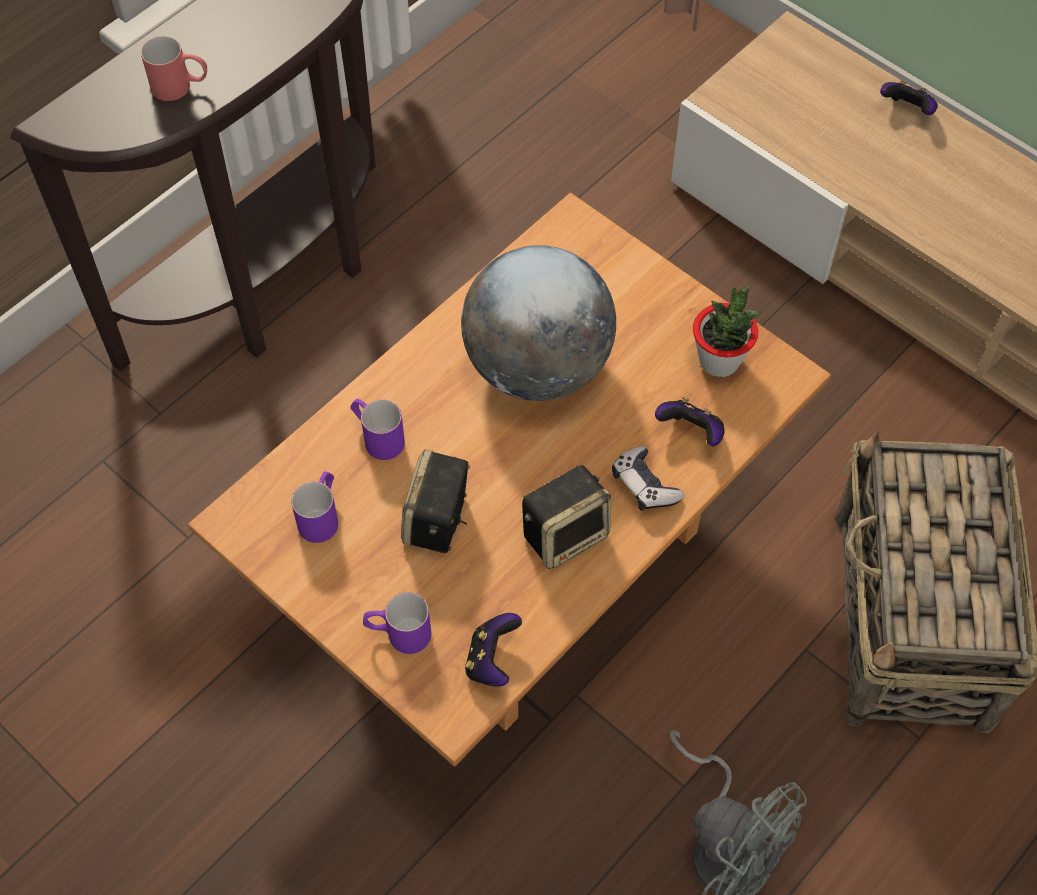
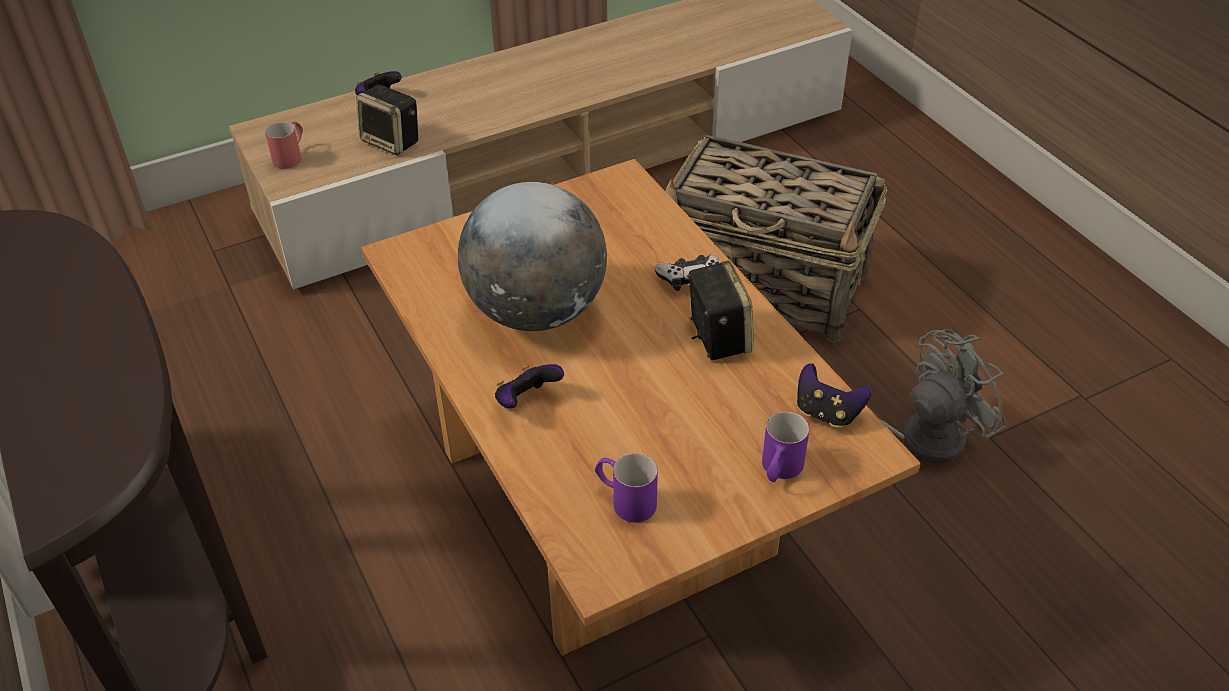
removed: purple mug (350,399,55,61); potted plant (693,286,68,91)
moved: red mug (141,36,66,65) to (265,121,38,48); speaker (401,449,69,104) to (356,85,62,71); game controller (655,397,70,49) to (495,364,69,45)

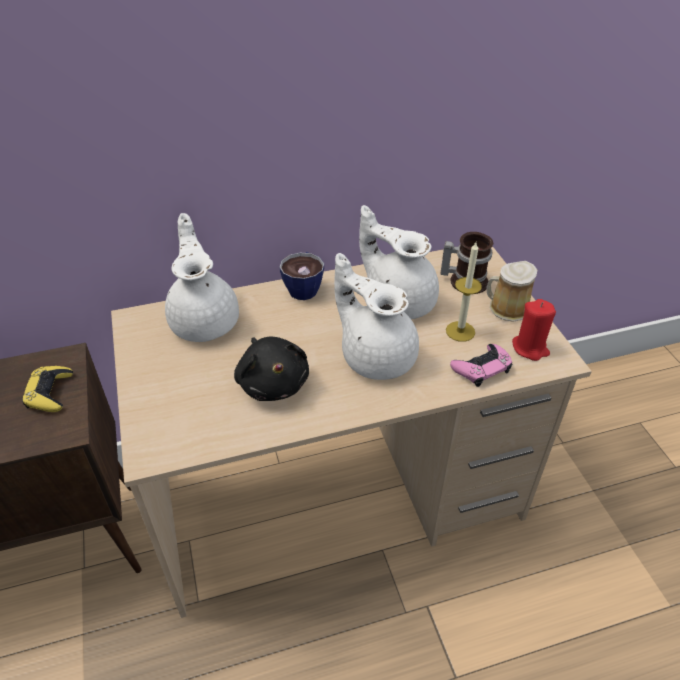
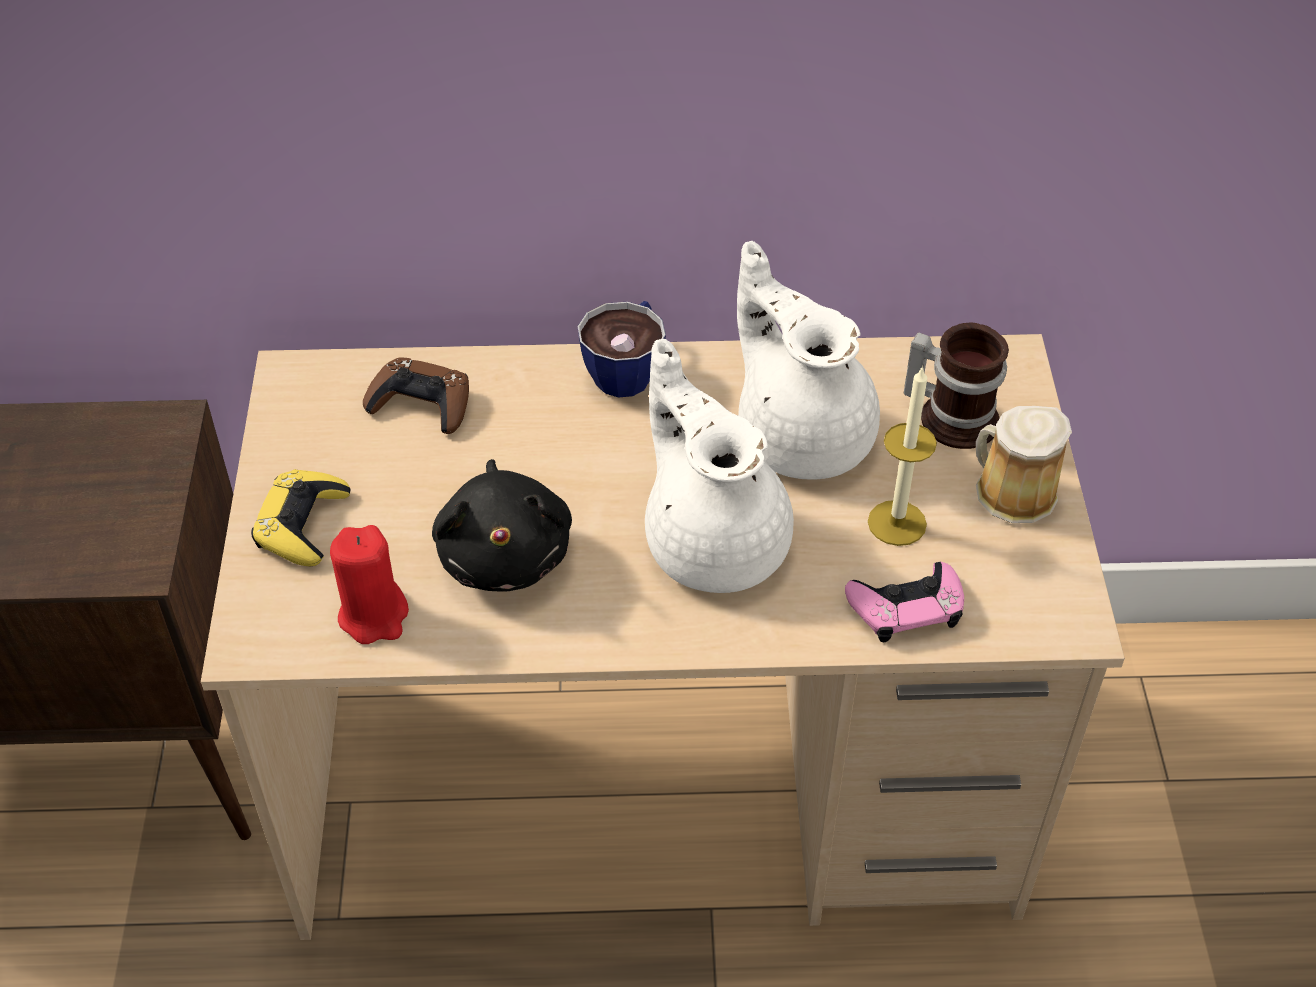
moved: yellow game controller (22,366,51,46) to (251,469,100,97); red candle (512,299,44,62) to (330,525,79,119)
replaced: white teapot (165,213,74,129) to brown game controller (363,357,106,77)

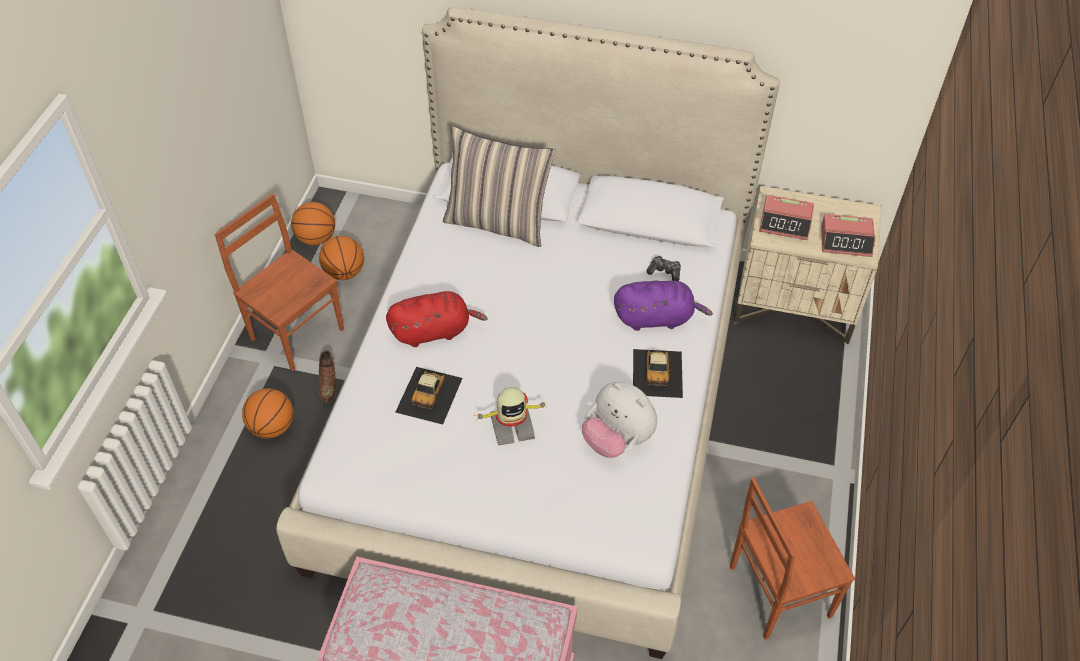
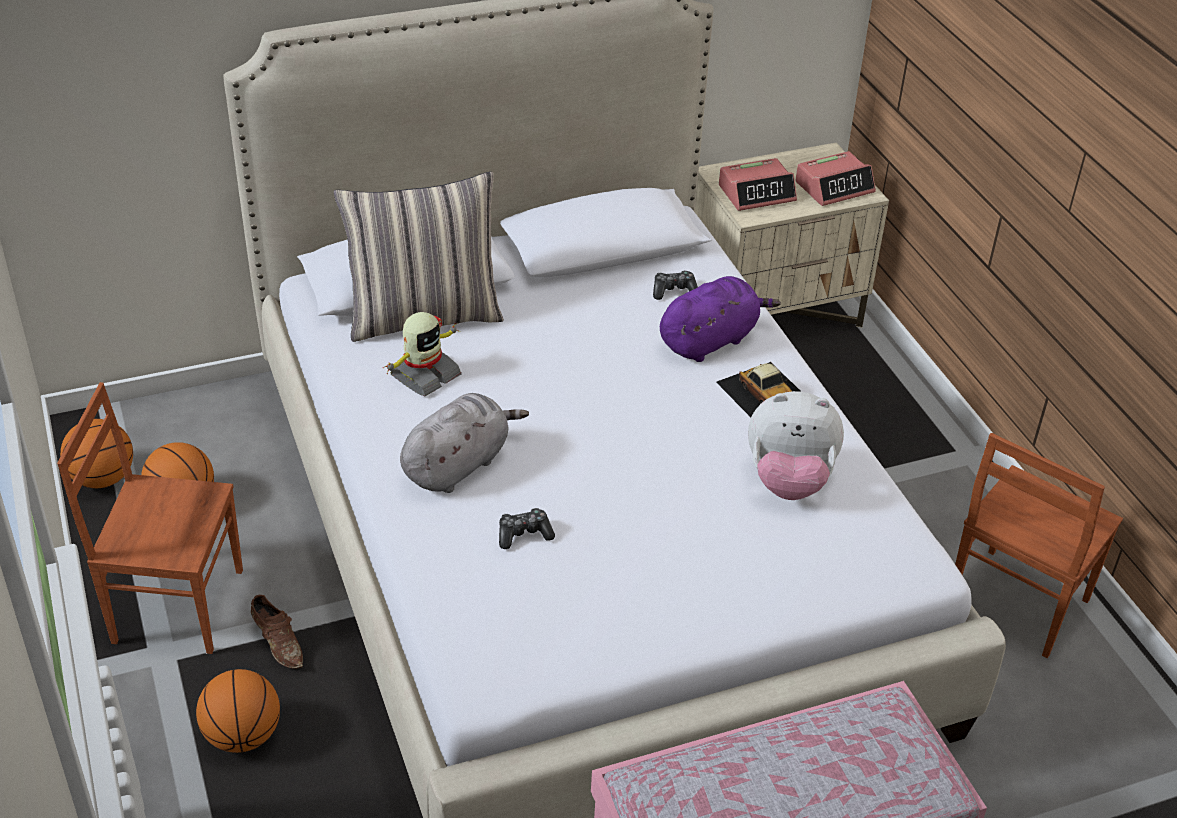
moved: toy robot (474,387,74,59) to (383,312,79,84)
replaced: toy car (395,367,68,58) to game controller (499,508,56,41)
recoloured: red plush toy (386,291,102,56) to grey plush toy (400,393,129,100)

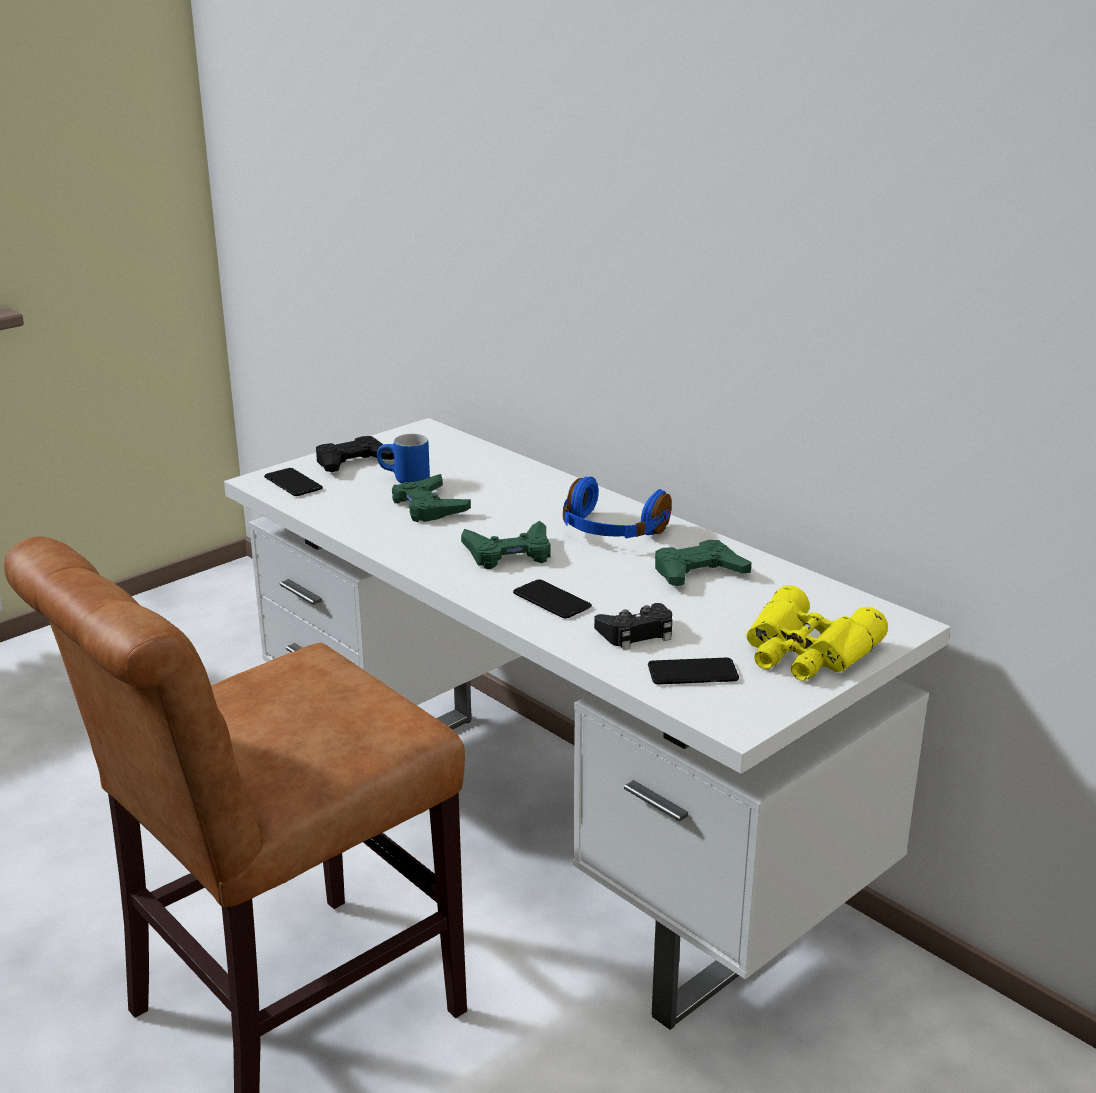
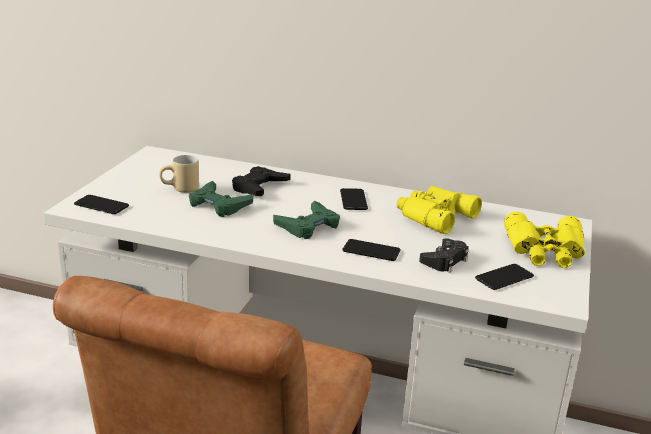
moved: black game controller (316,436,78,36) to (232,166,59,30)
replaced: blue headphones (563,476,109,62) to phone (340,188,28,22); green game controller (655,540,97,46) to yellow binoculars (397,186,85,48)
recoloured: blue mug (377,434,53,49) to beige mug (159,155,40,38)

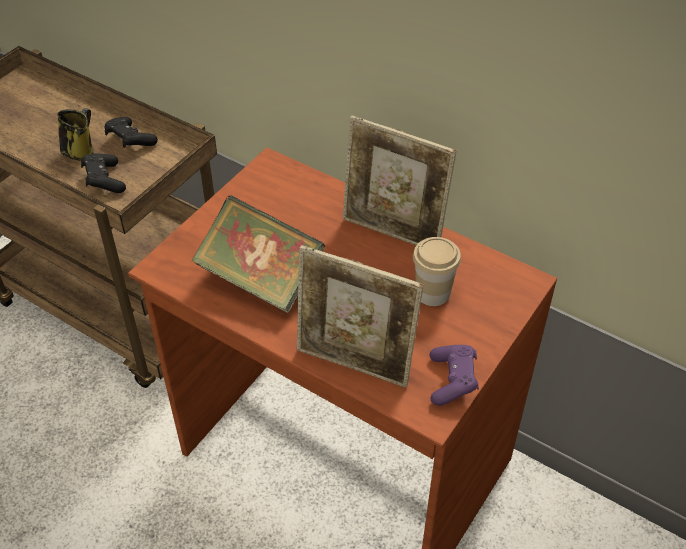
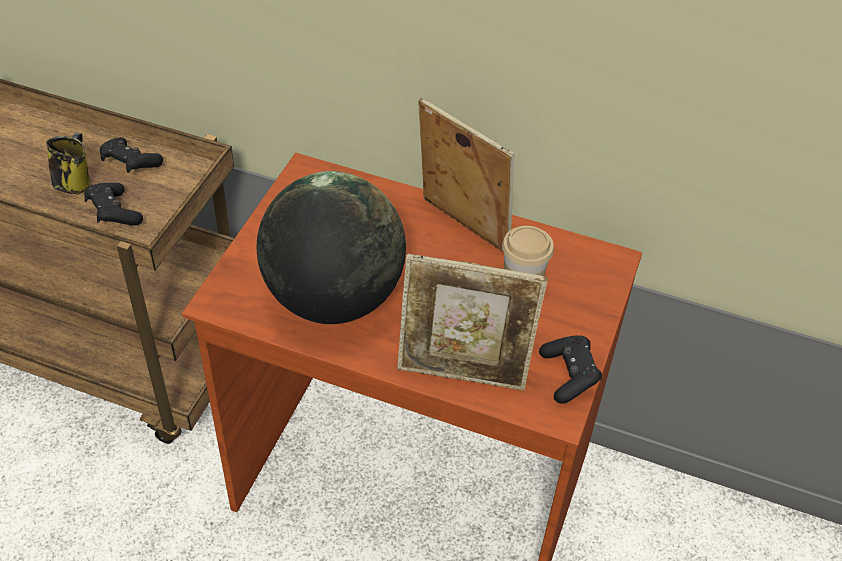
replaced: book (191,195,134,118) to globe (257,171,149,153)
recoloured: purple game controller (430,345,49,61) to black game controller (539,335,63,69)
turned: picture frame (343,115,114,130) = (418,98,96,155) 150 degrees counterclockwise

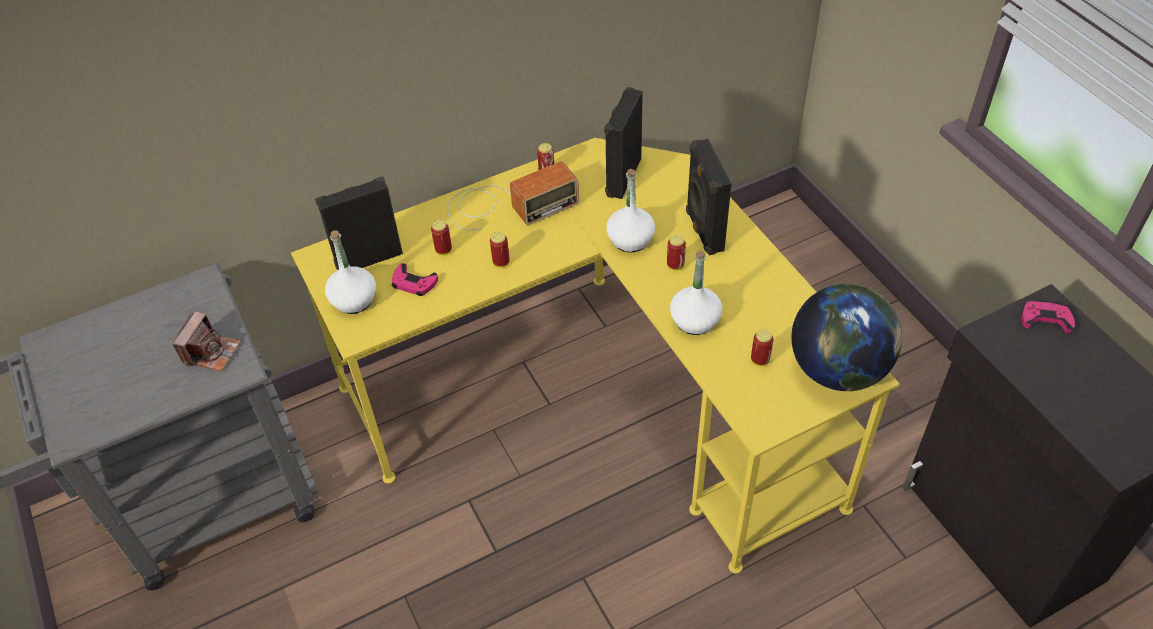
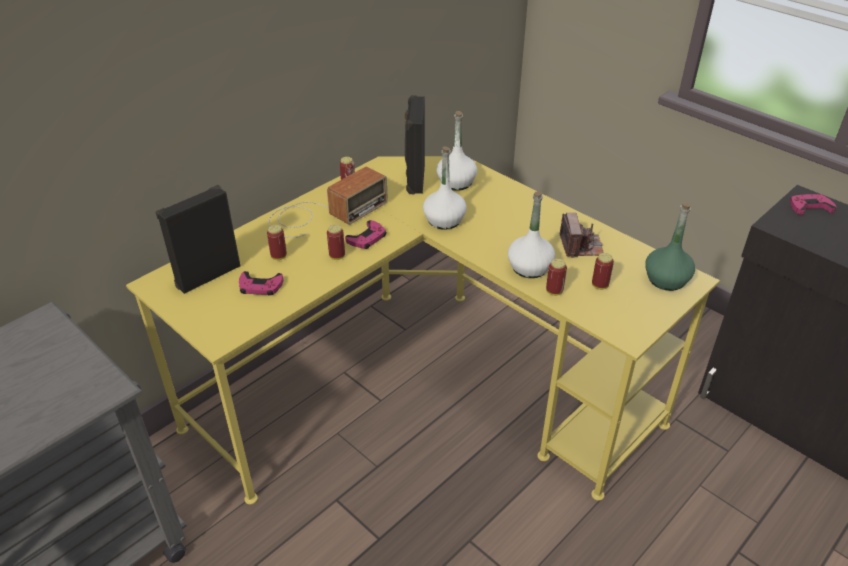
removed: black speaker (686,139,46,116)
added: pink game controller (345,220,41,29)
moved: photo camera (172,311,69,60) to (560,213,44,45); white bottle (325,230,51,84) to (437,111,40,80); can (667,235,19,36) to (546,259,21,37)
replaced: globe (791,284,111,107) to green bottle (645,202,50,89)

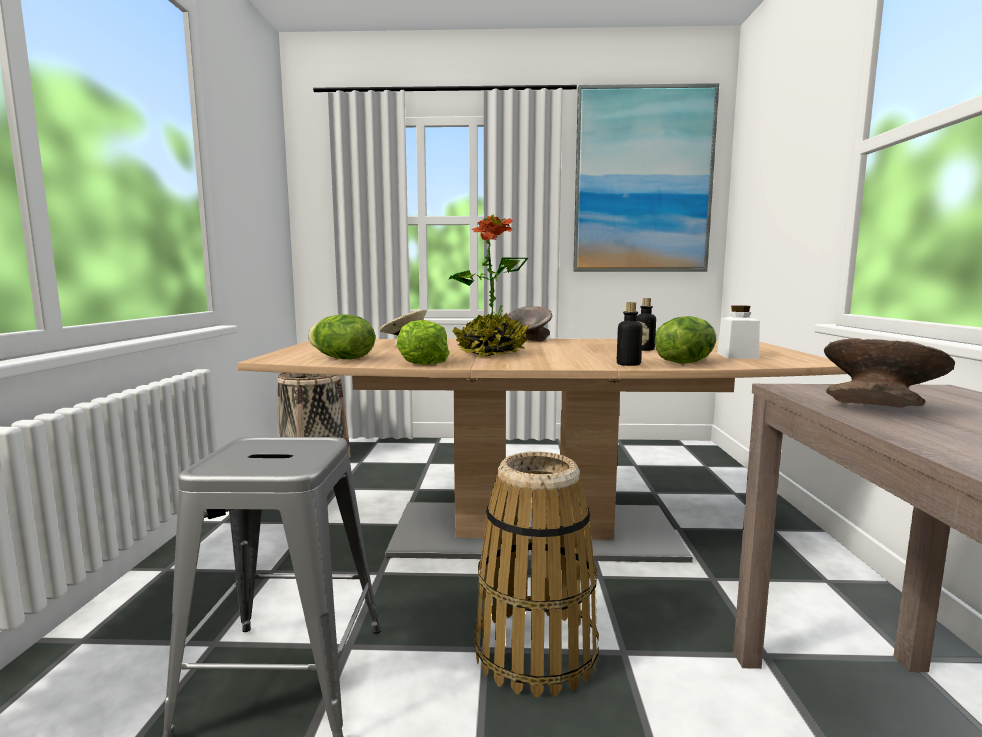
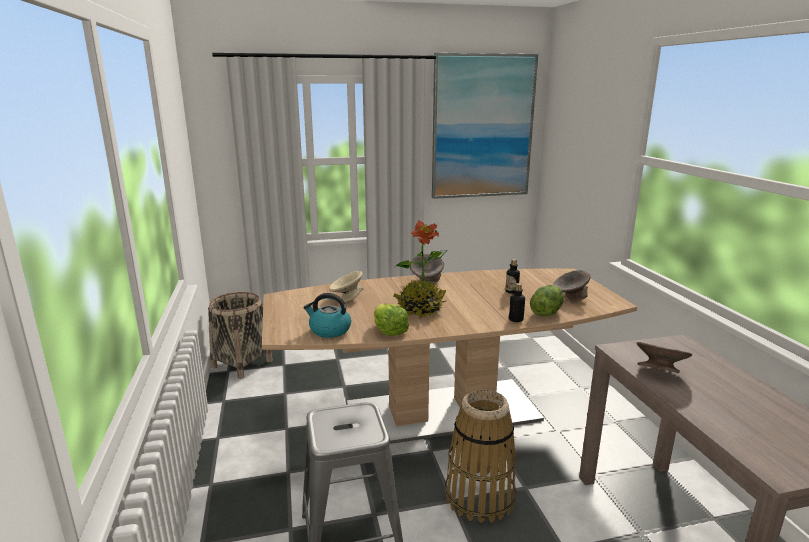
replaced: lettuce (308,314,67,45) to kettle (303,293,48,45); white jar (717,305,43,54) to grey bowl (553,270,38,32)

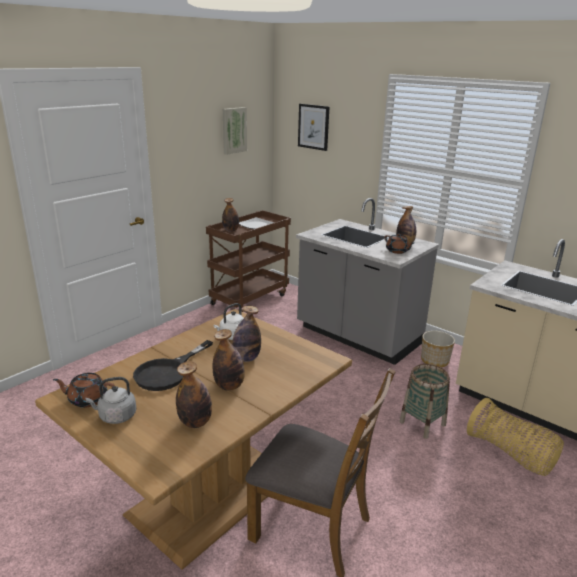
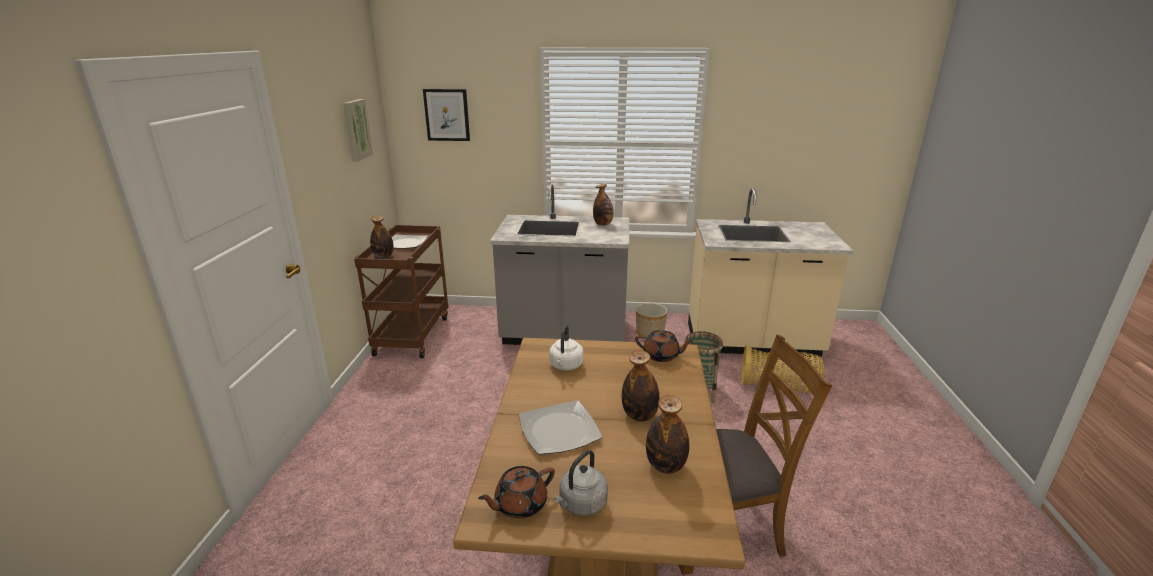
removed: bottle (232,306,29,56)
moved: brown teapot (385,234,29,20) to (635,330,59,32)
replaced: black frying pan (133,340,80,51) to plate (519,400,83,55)

